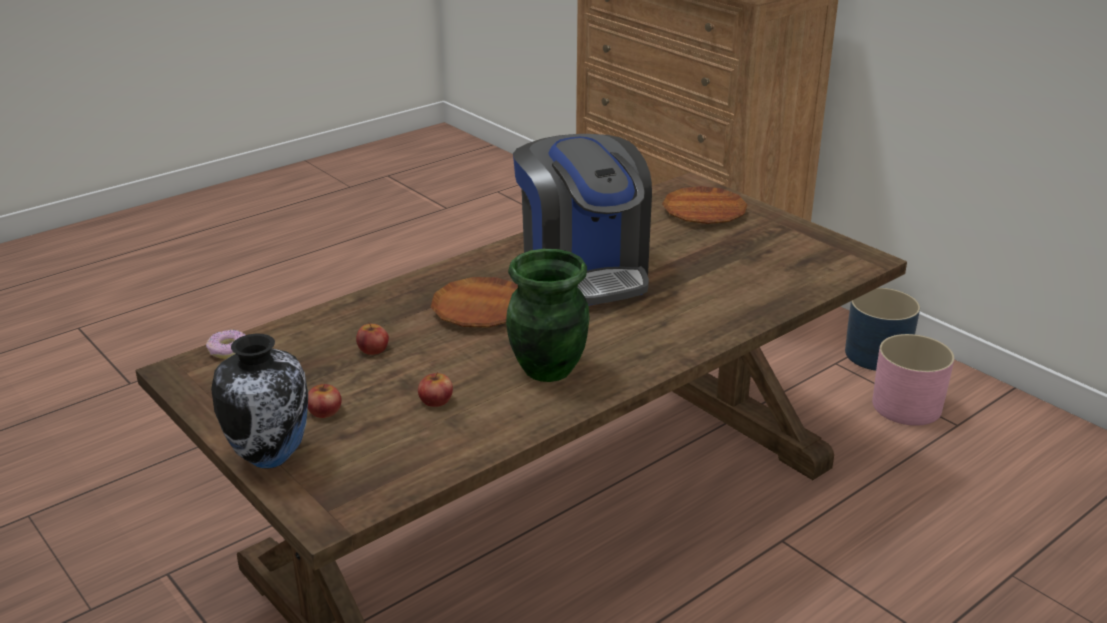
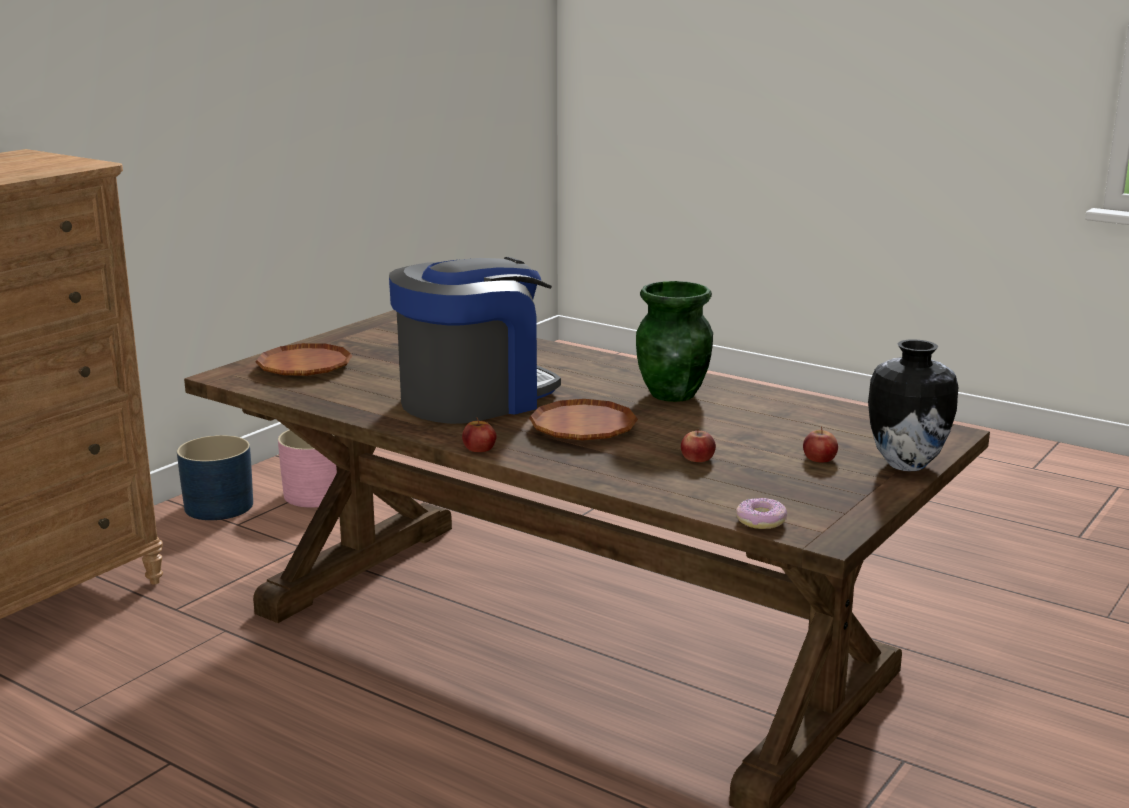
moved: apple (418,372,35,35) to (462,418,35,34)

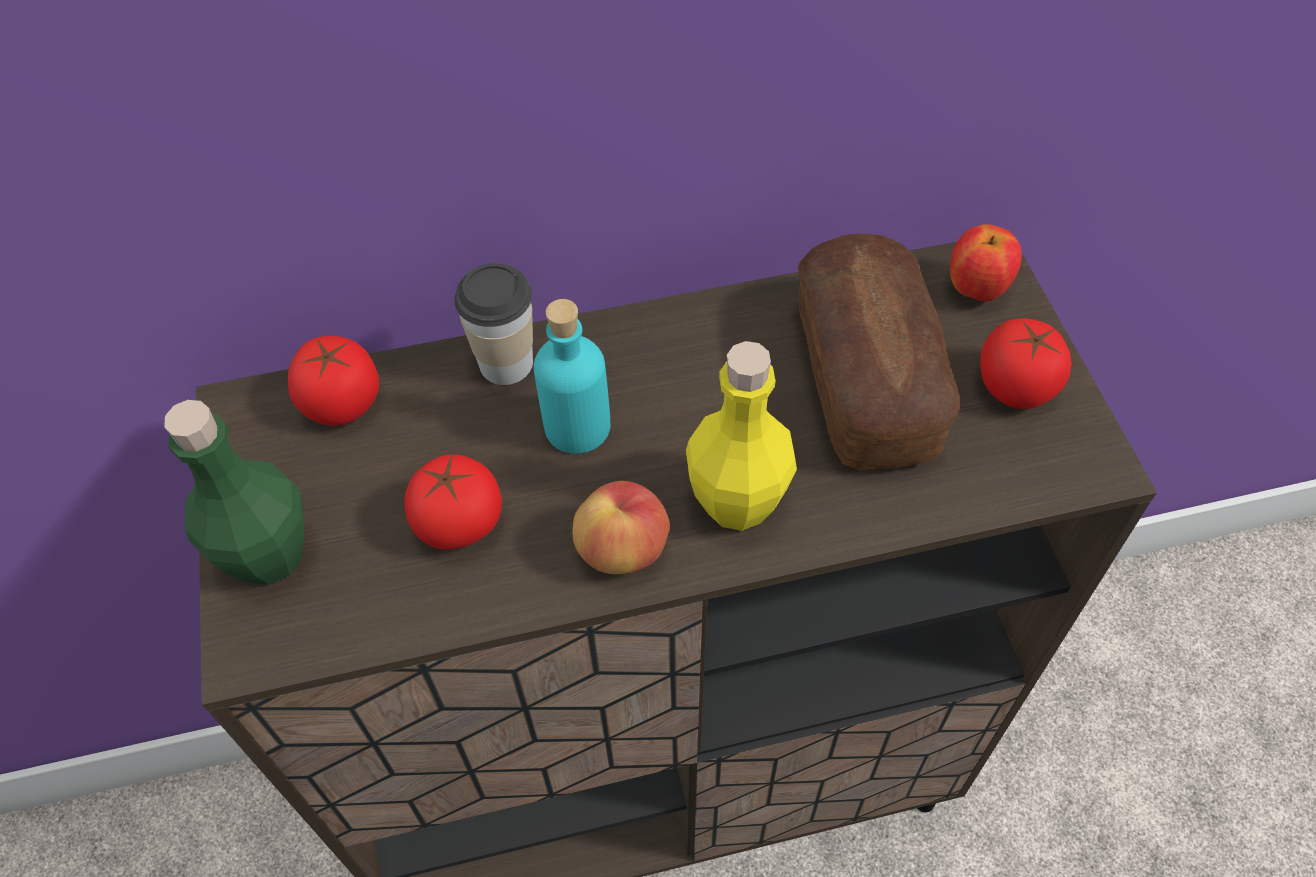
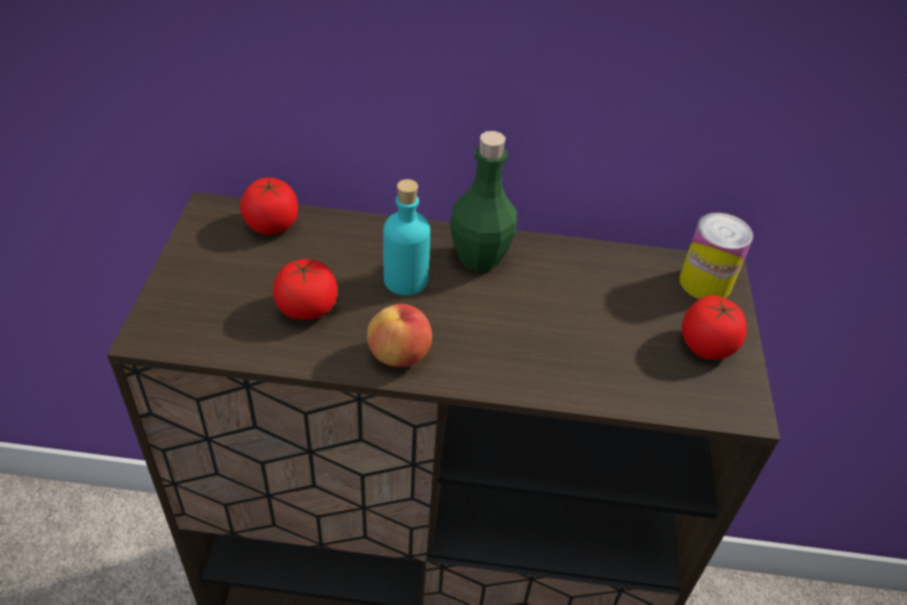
removed: cup (454,263,79,122); yellow bottle (686,341,111,190); bread (797,234,162,236)
moved: green bottle (164,400,140,185) to (450,131,67,141)
replaced: apple (950,224,72,78) to can (679,213,74,86)

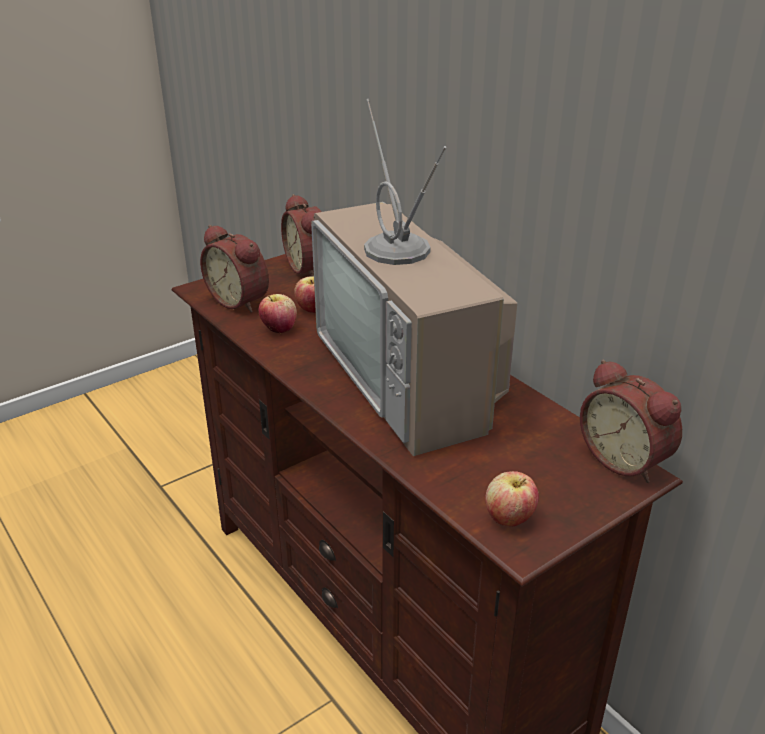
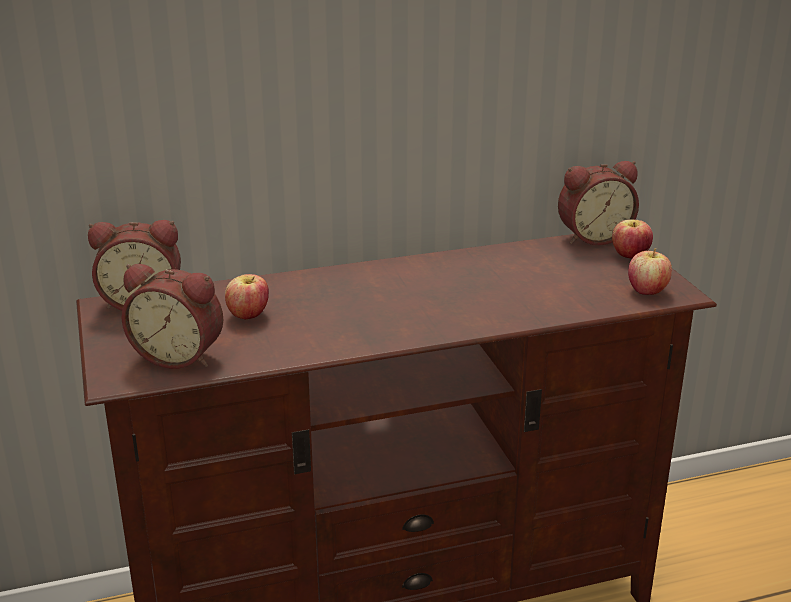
removed: television (311,99,206,357)
moved: apple (259,294,38,39) to (612,219,41,40)
turned: alarm clock (200,225,69,88) = (122,264,101,105) 45 degrees clockwise

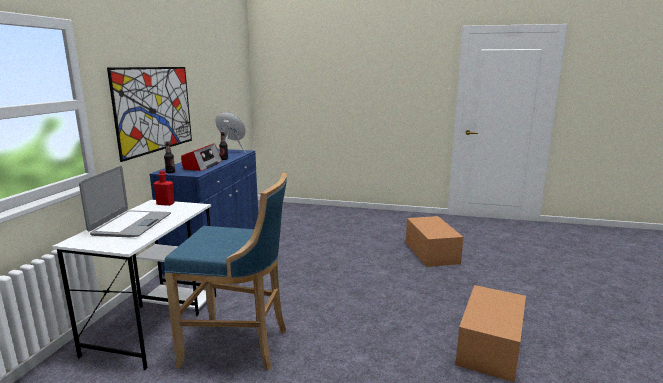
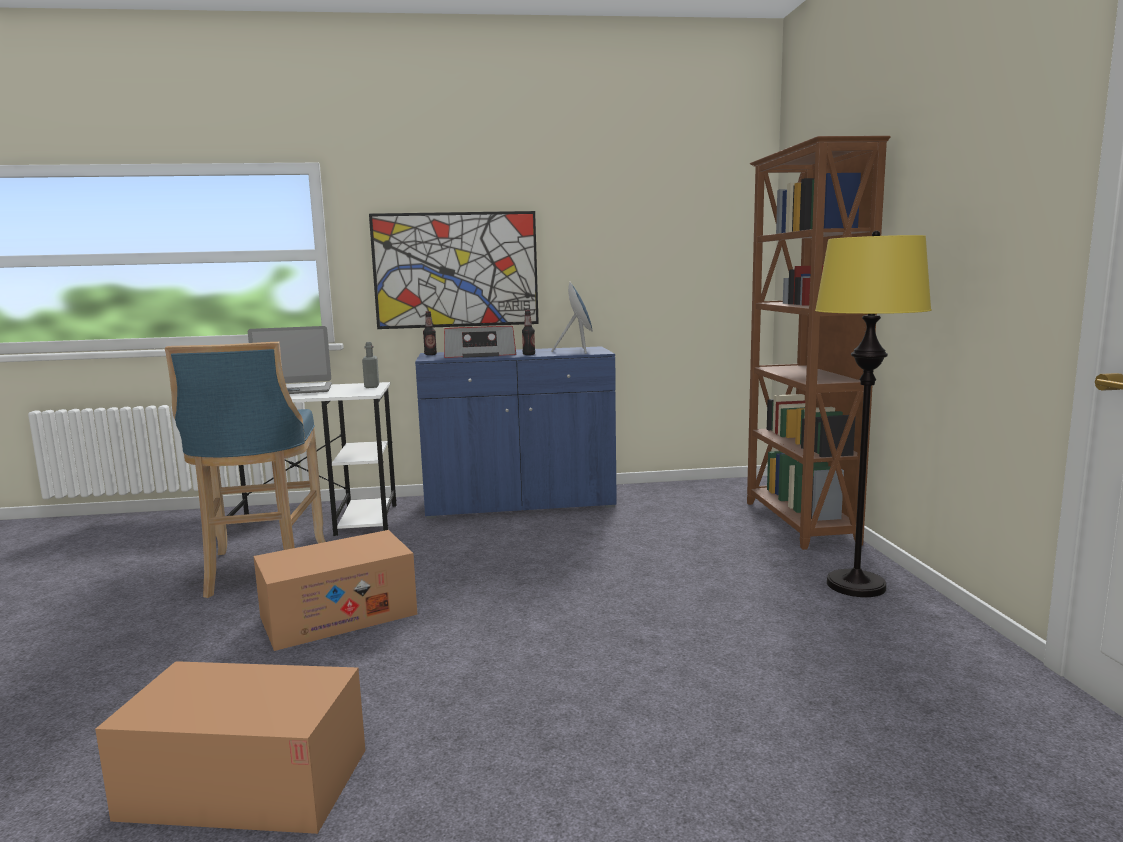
added: brown bookcase (747,136,144,414); yellow floor lamp (815,231,117,366)
moved: cardboard box (406,216,57,51) to (253,530,164,121)
recoloured: red bottle (154,170,20,36) to grey bottle (362,342,17,46)

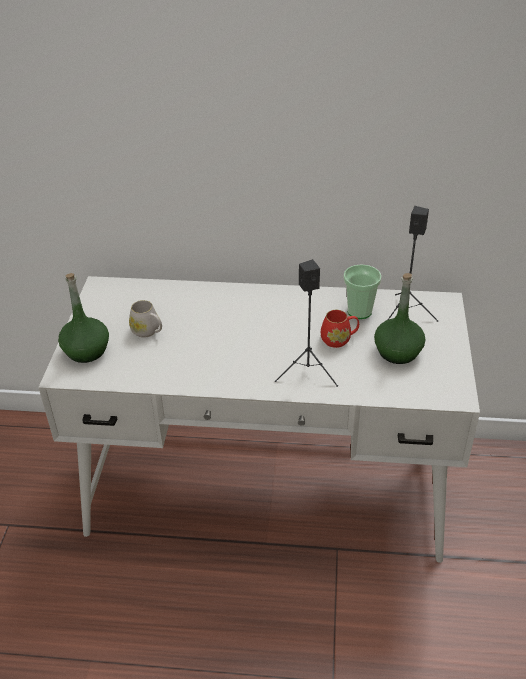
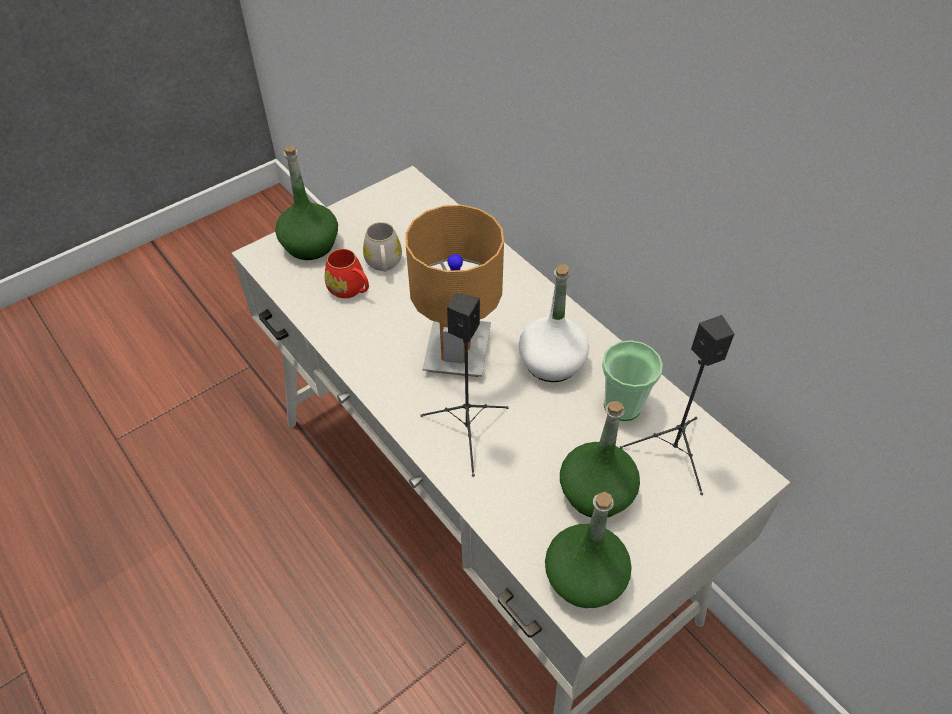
added: brown table lamp (406,205,98,172); white bottle (518,264,71,118); green bottle (545,492,87,116)
moved: red mug (321,310,38,38) to (325,249,44,49)

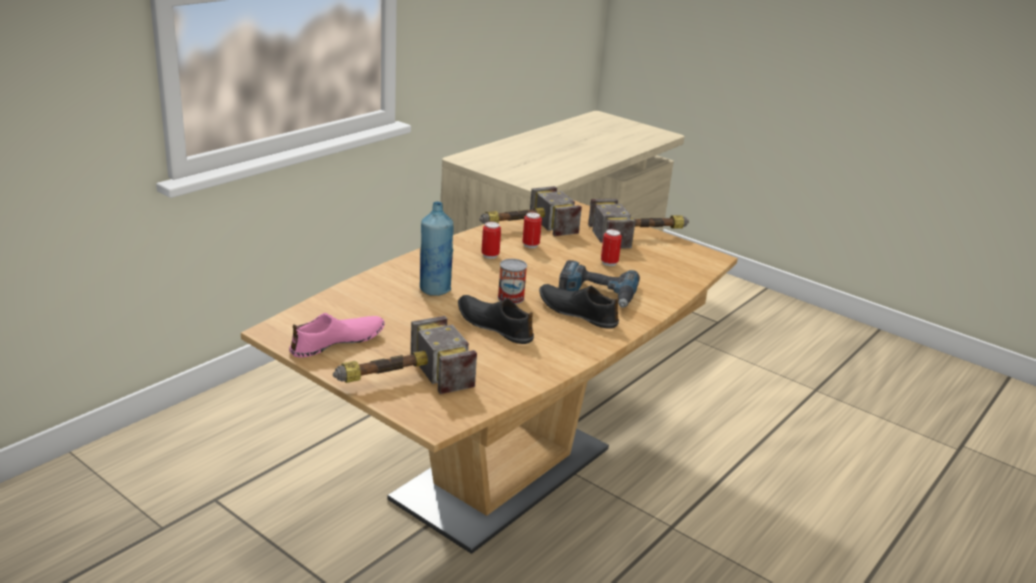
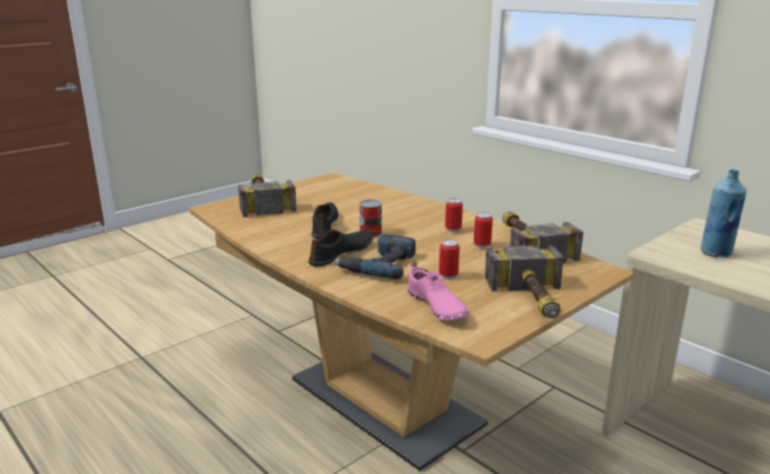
moved: pink shoe (289,313,96,45) to (407,262,62,59); blue bottle (420,201,33,95) to (701,170,46,88)
turned: black shoe (458,295,76,49) = (311,202,28,37) 45 degrees counterclockwise

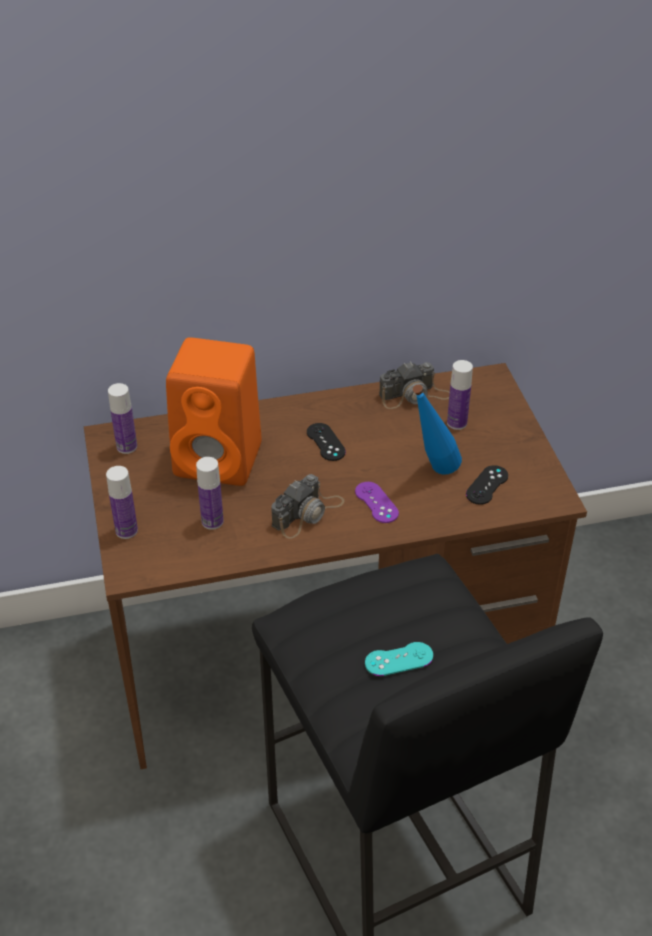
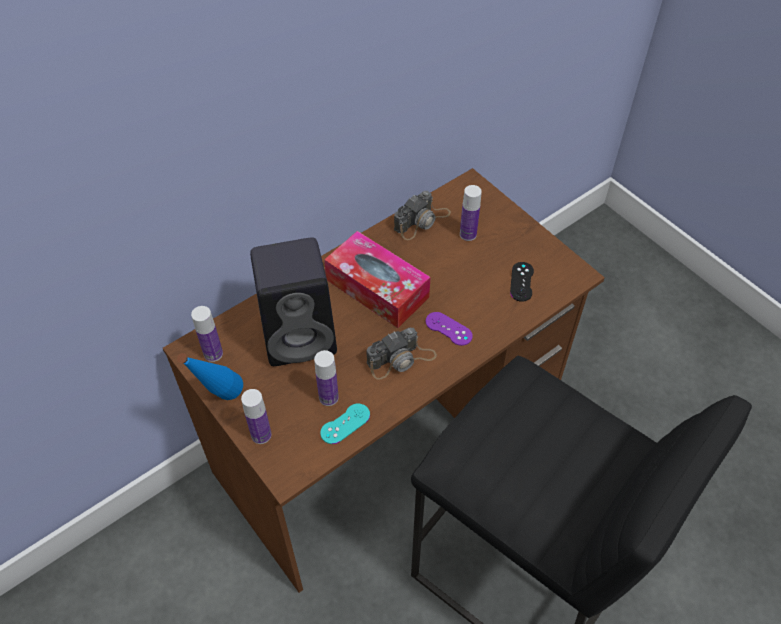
moved: turquoise game controller (365,642,68,34) to (320,404,50,40); blue bottle (413,384,49,91) to (177,353,66,47)
replaced: black game controller (307,423,39,38) to tissue box (324,231,107,97)
recoloured: orange speaker (166,337,96,149) to black speaker (250,237,87,129)
turned: photo camera (271,474,74,65) = (366,328,71,52) 45 degrees clockwise

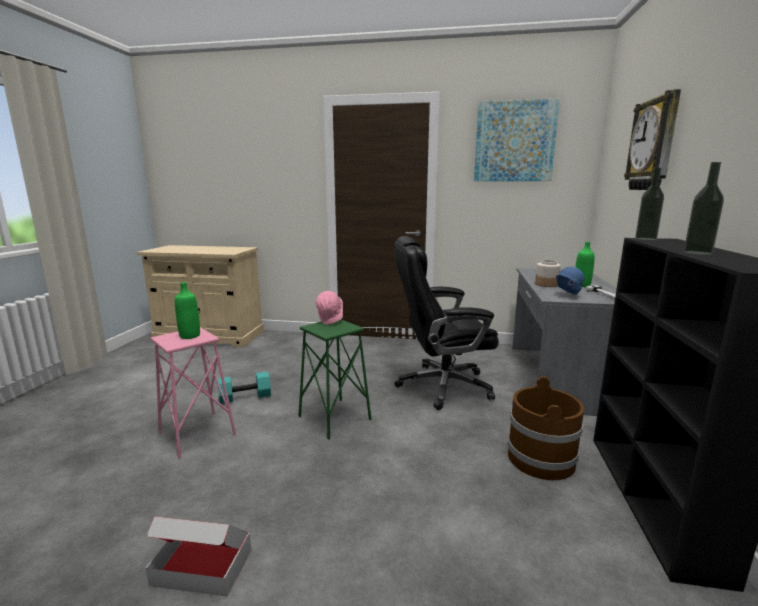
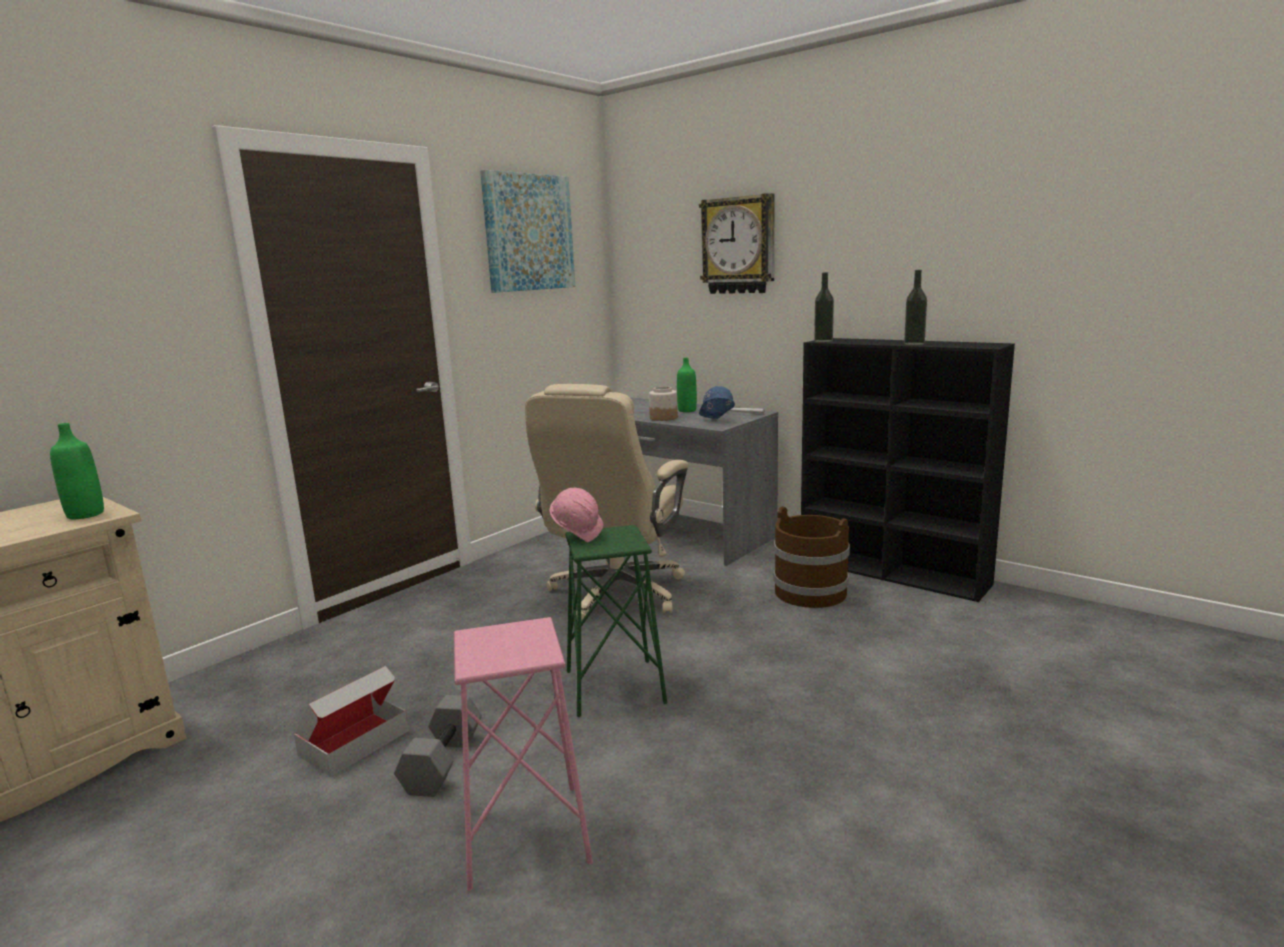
moved: cardboard box (145,516,106,81) to (294,666,115,111); green bottle (175,282,25,57) to (50,423,54,96)
recoloured: turquoise dumbbell (218,371,53,33) to grey dumbbell (394,695,88,102); black office chair (395,236,104,174) to beige office chair (525,384,164,237)

